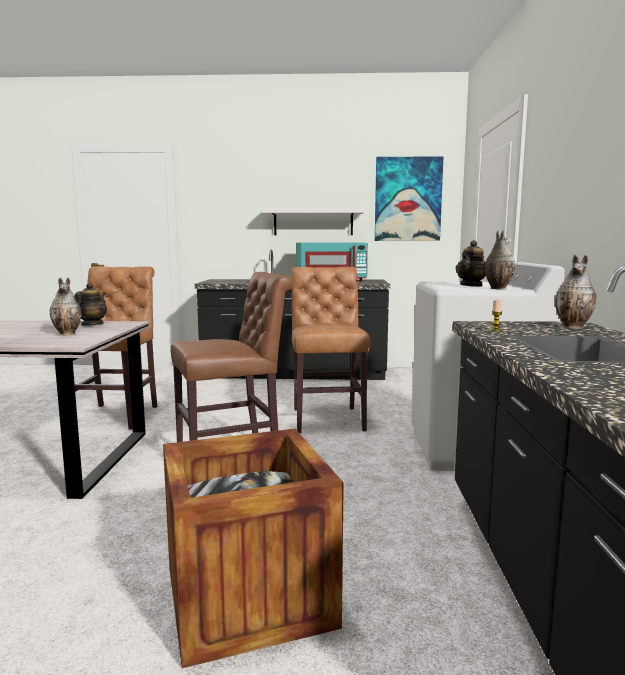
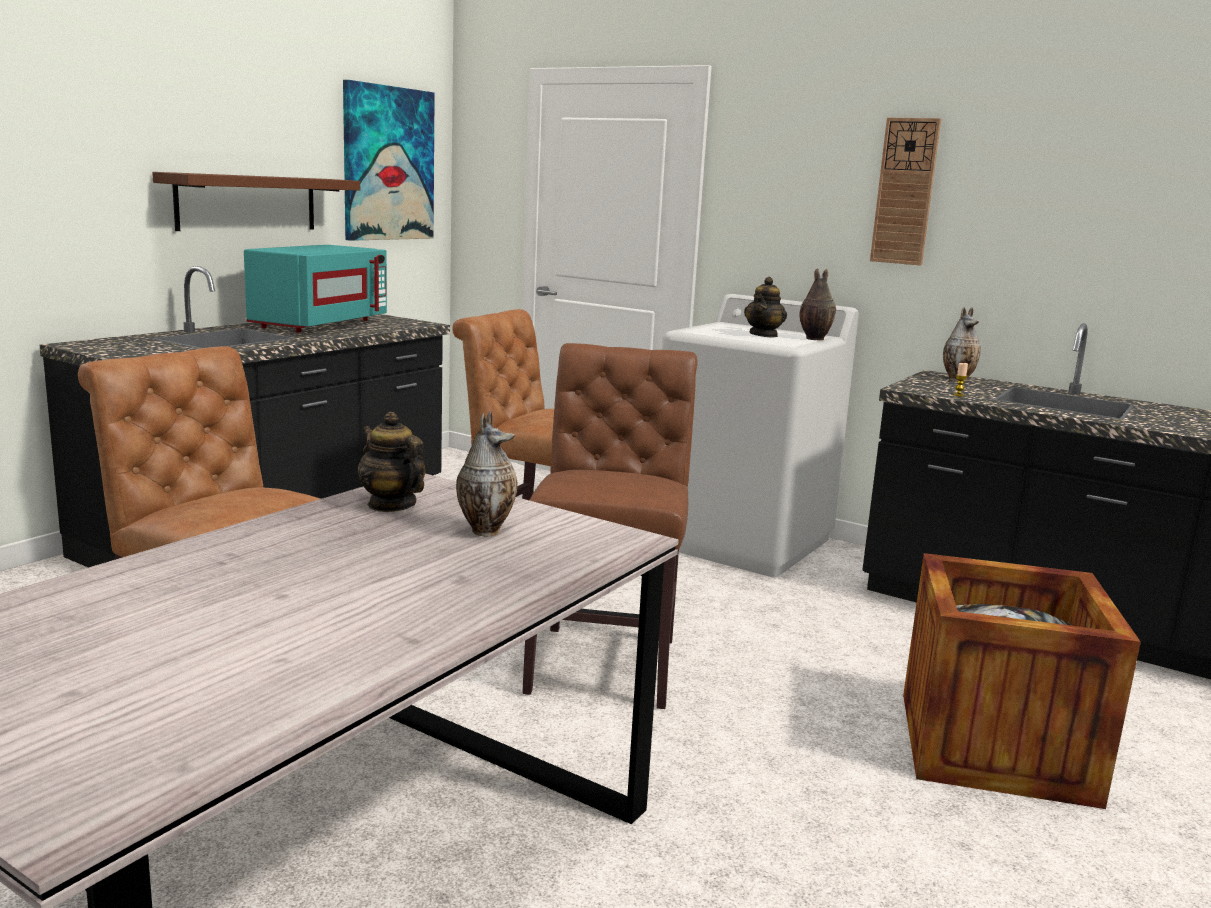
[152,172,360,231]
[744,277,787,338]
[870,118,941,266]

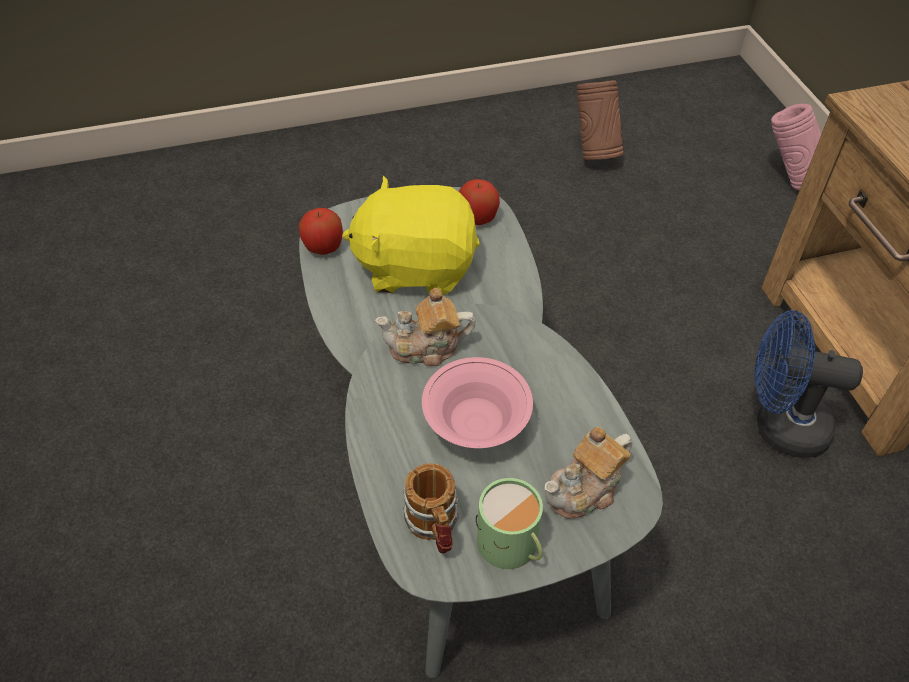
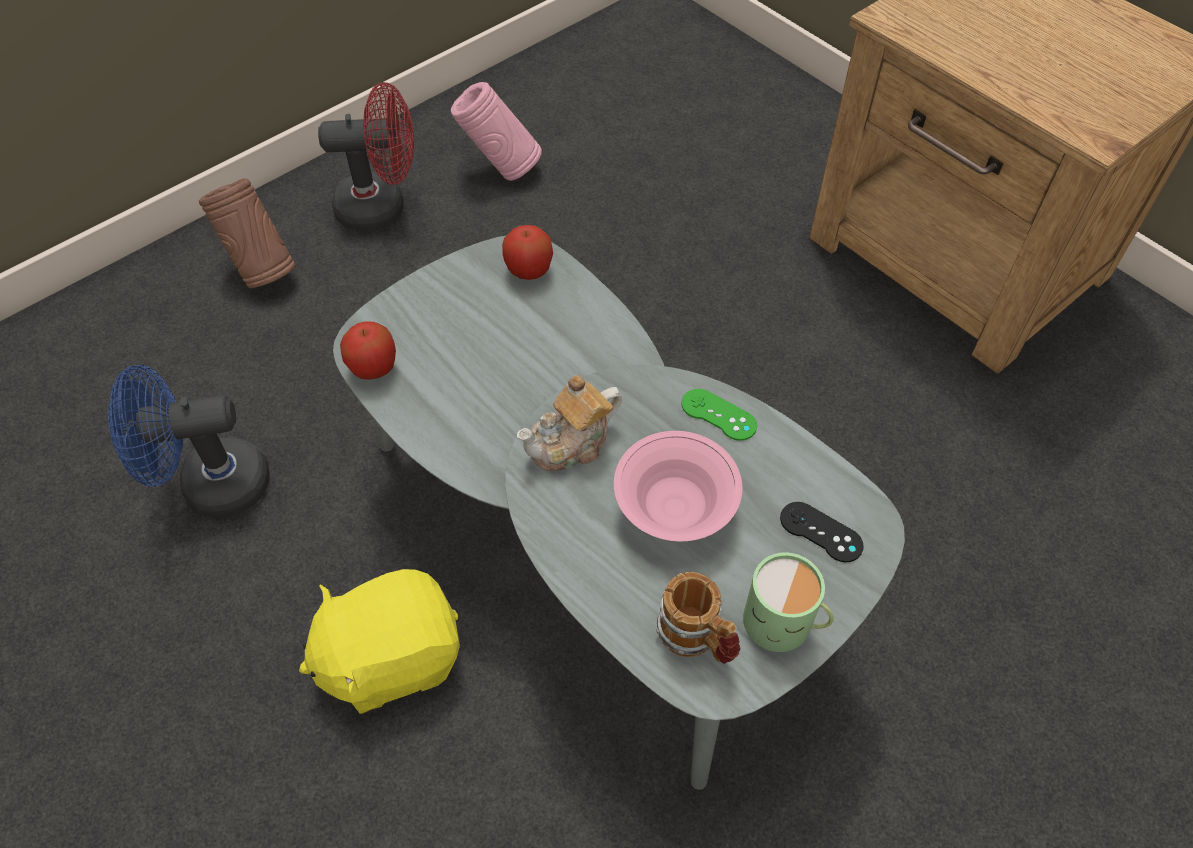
[108,365,270,517]
[199,178,295,289]
[299,569,460,714]
[318,82,414,231]
[451,82,542,181]
[681,389,757,441]
[780,502,864,562]

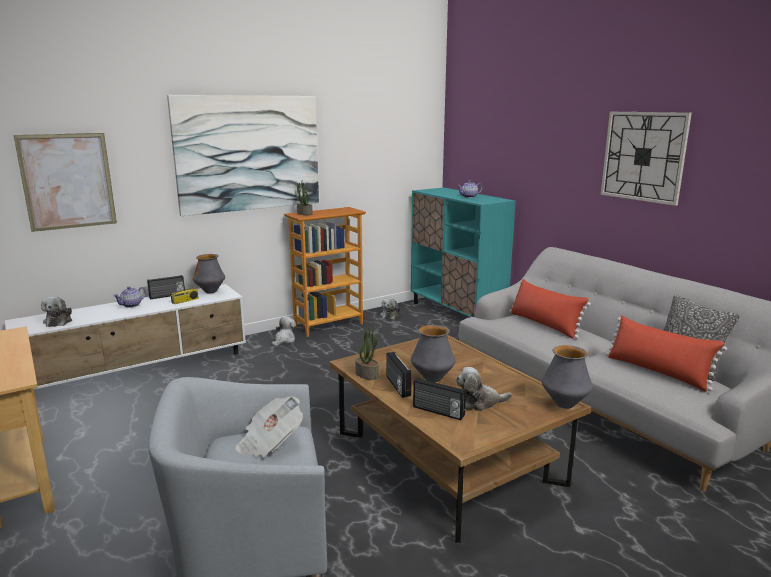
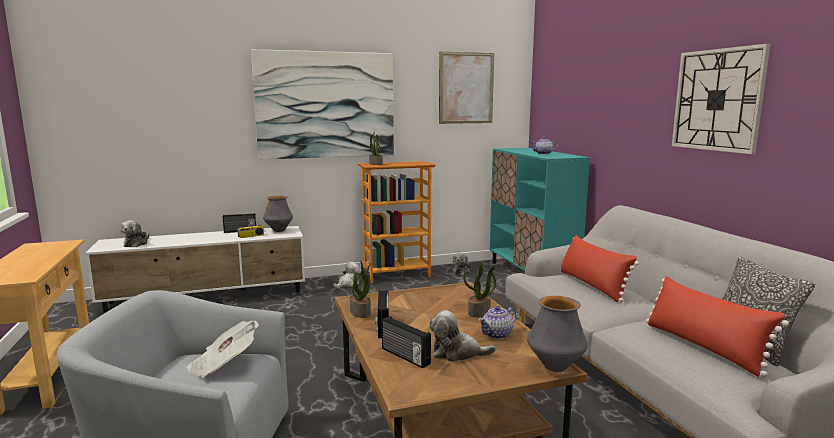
[439,52,494,124]
[463,261,496,317]
[478,306,516,339]
[411,325,456,382] (first image)

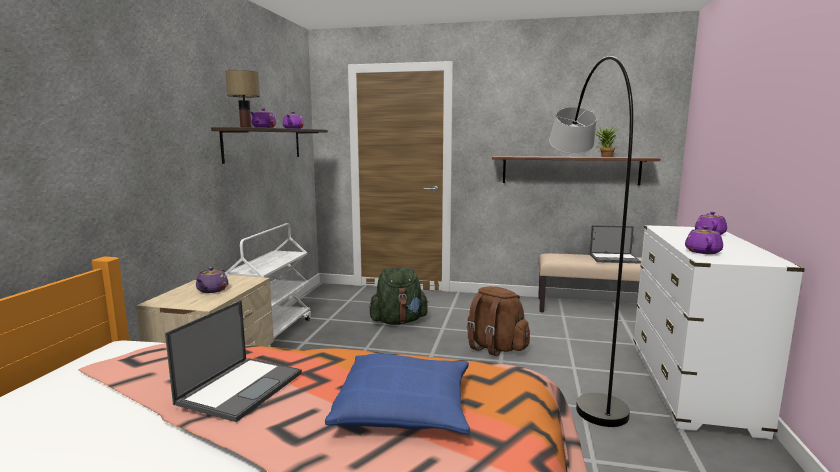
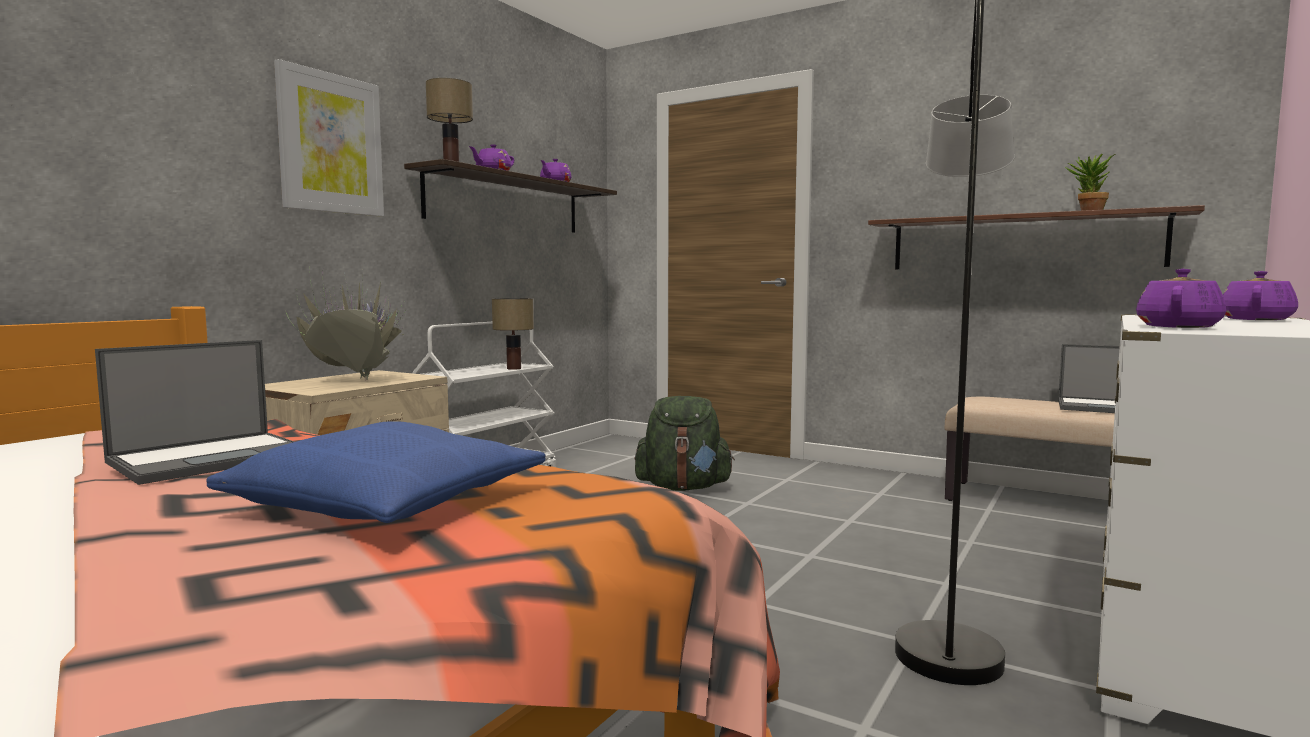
[274,59,384,216]
[286,263,406,379]
[492,298,534,370]
[467,286,530,356] (first image)

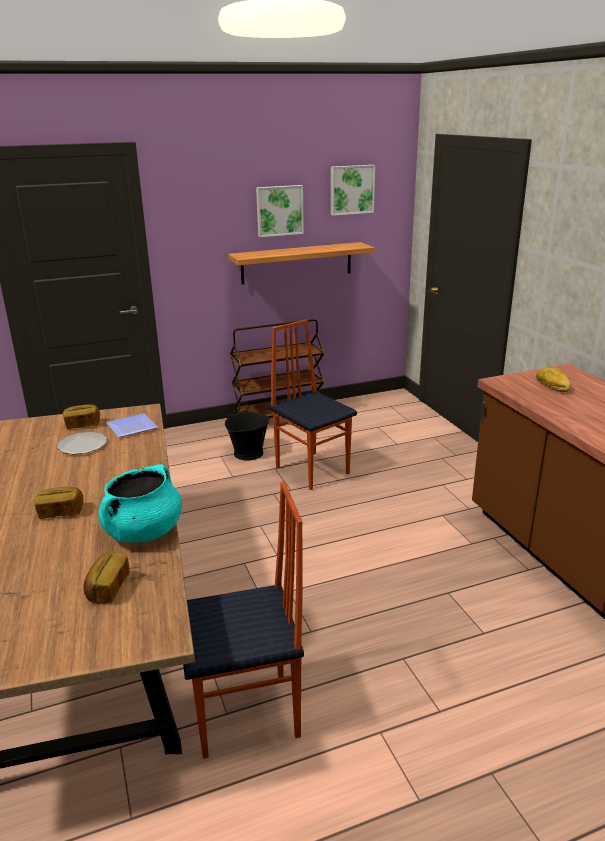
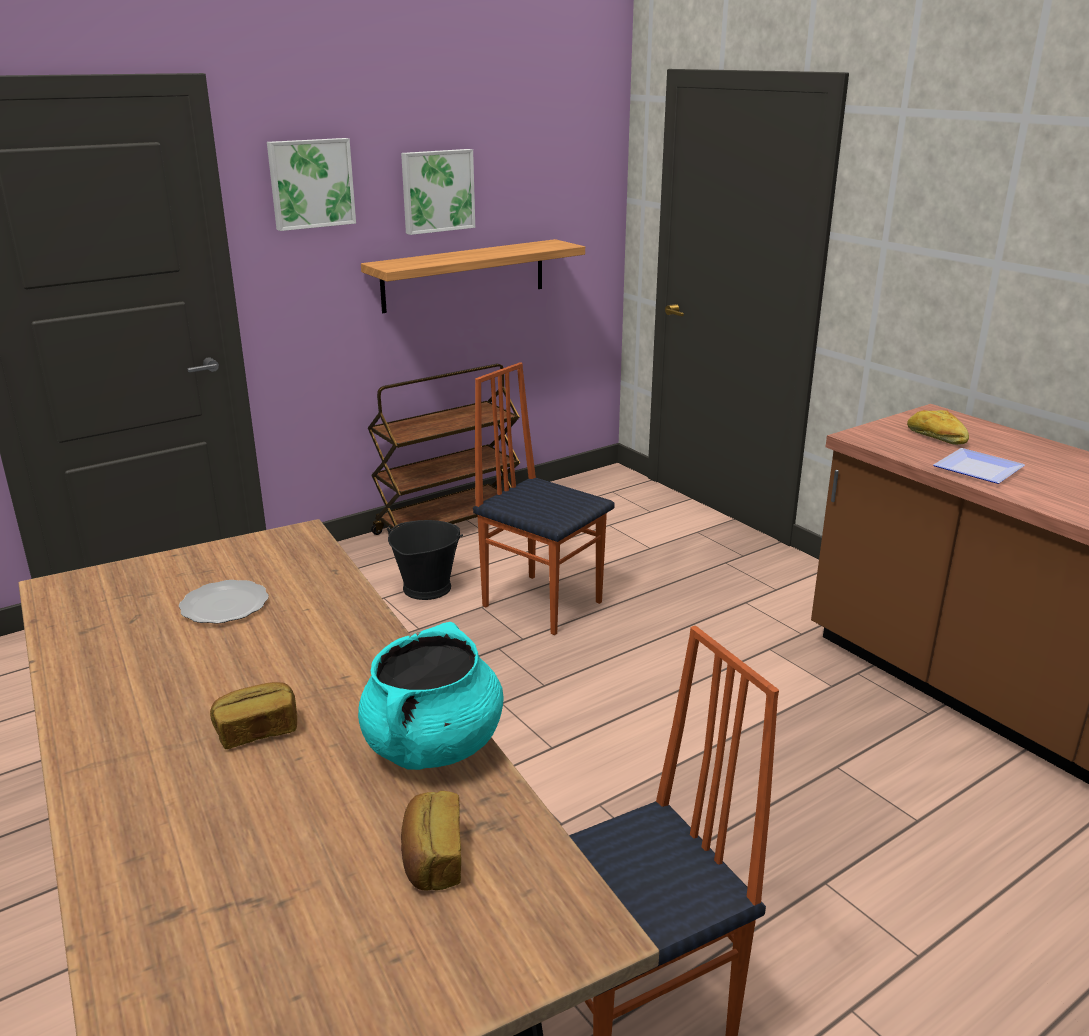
[267,138,356,231]
[934,448,1025,484]
[63,404,100,429] (first image)

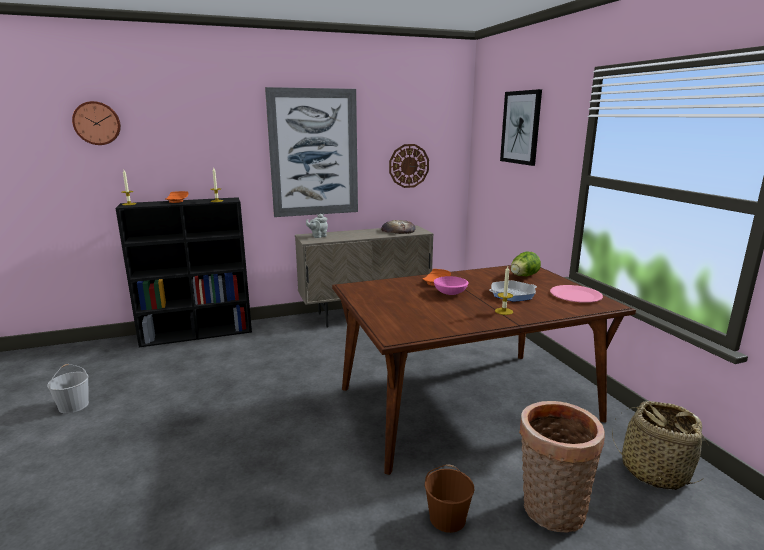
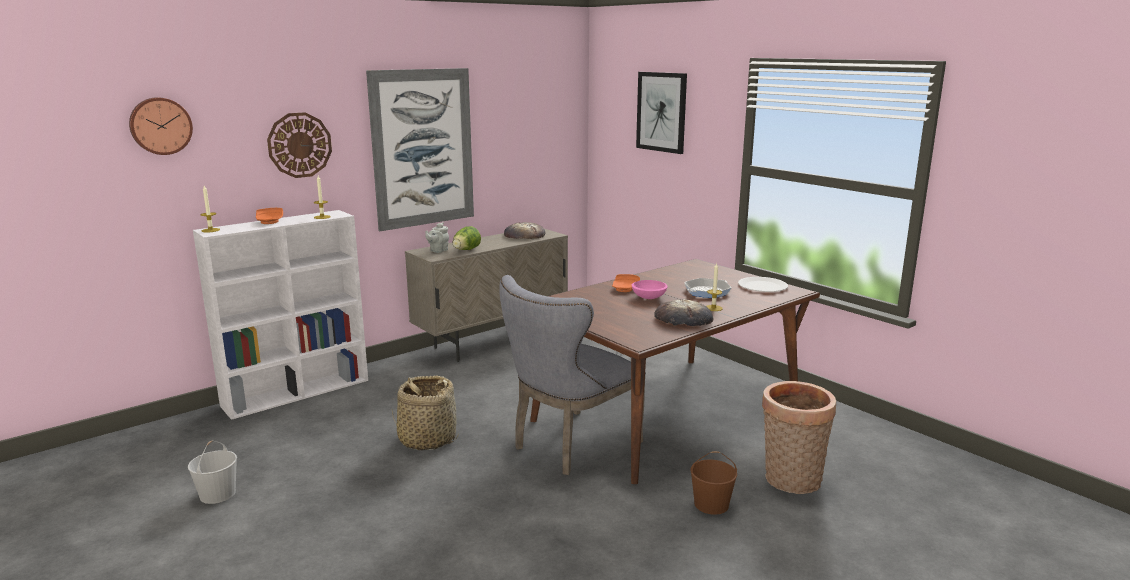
[193,210,368,420]
[267,112,332,178]
[392,376,459,450]
[452,226,481,250]
[499,275,646,475]
[654,299,713,326]
[738,277,788,292]

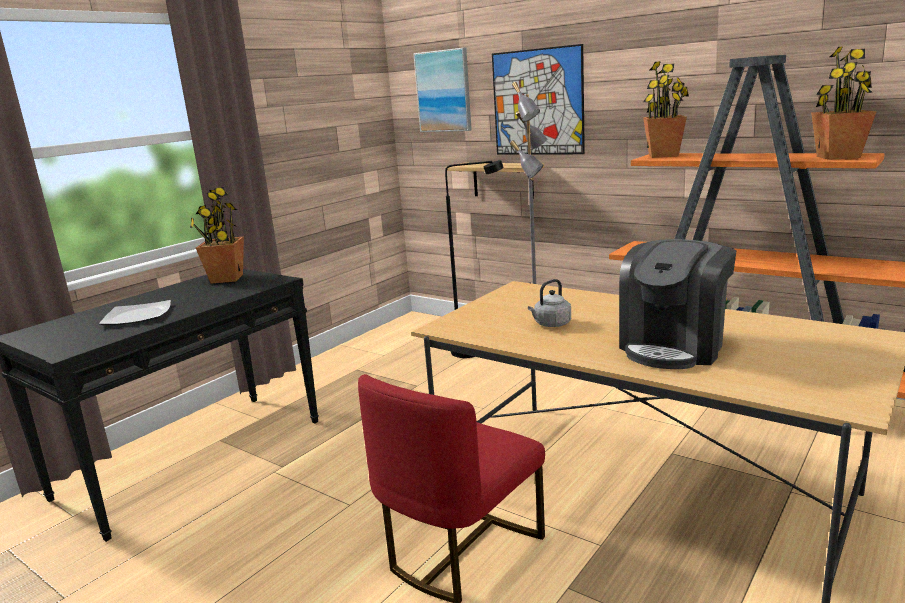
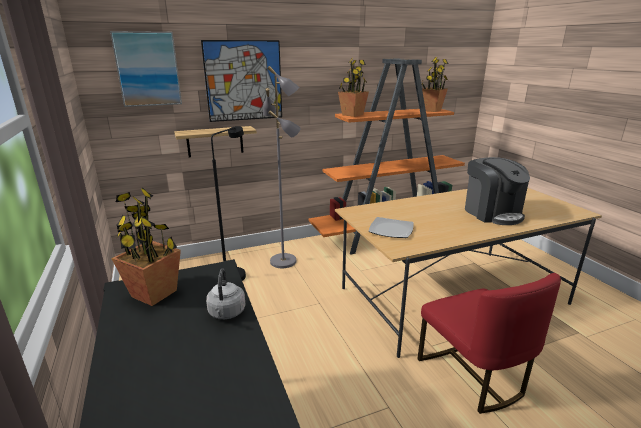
[206,268,246,319]
[368,217,413,238]

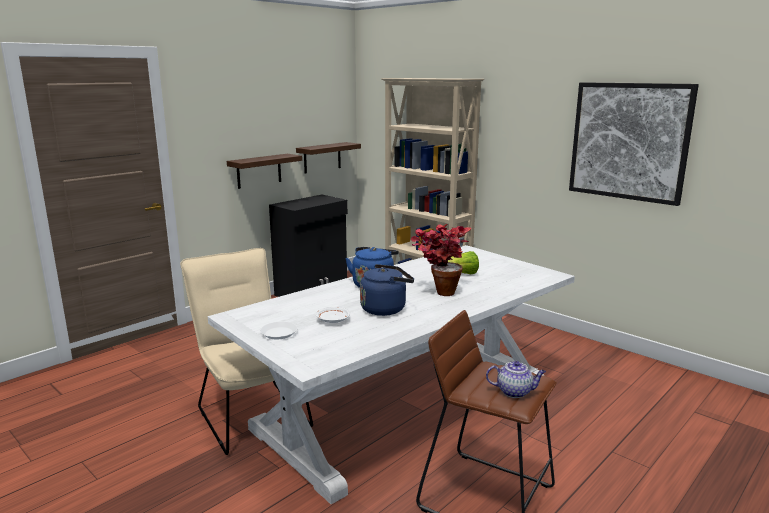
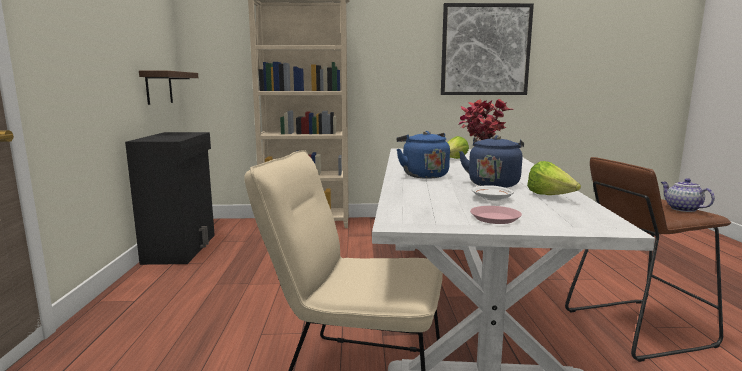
[470,206,522,224]
[527,161,581,195]
[661,178,715,212]
[227,154,302,189] (first image)

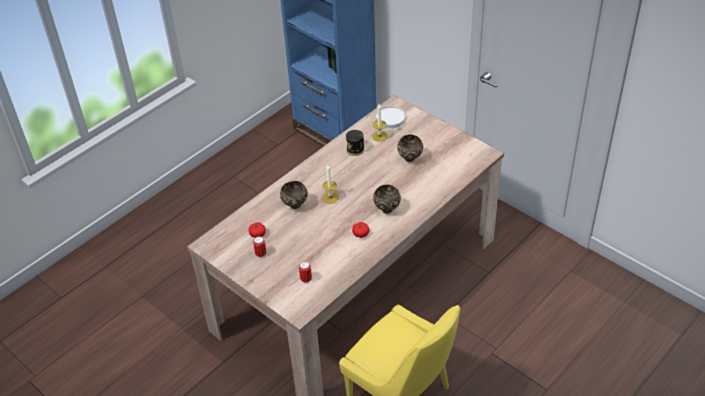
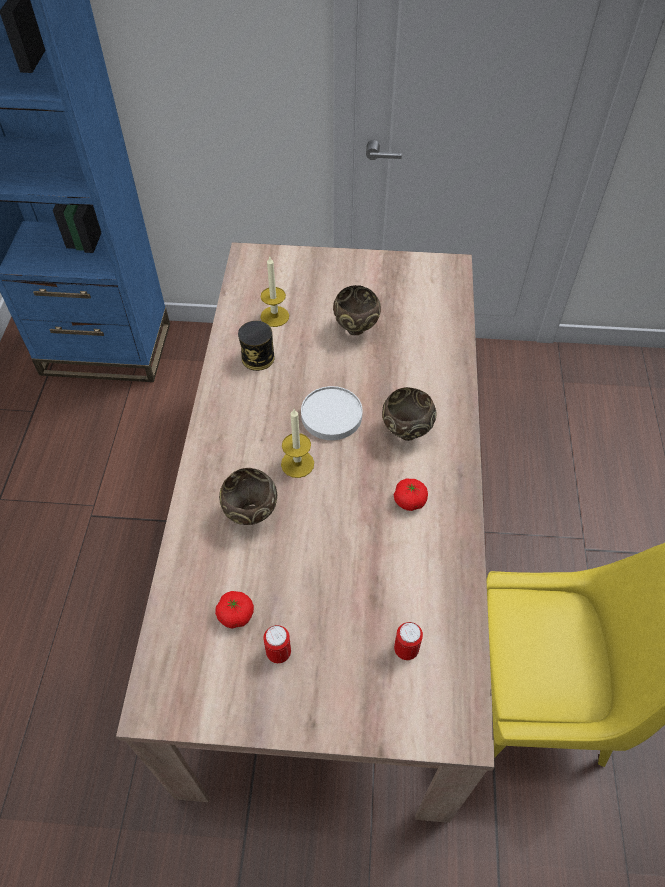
[301,386,363,440]

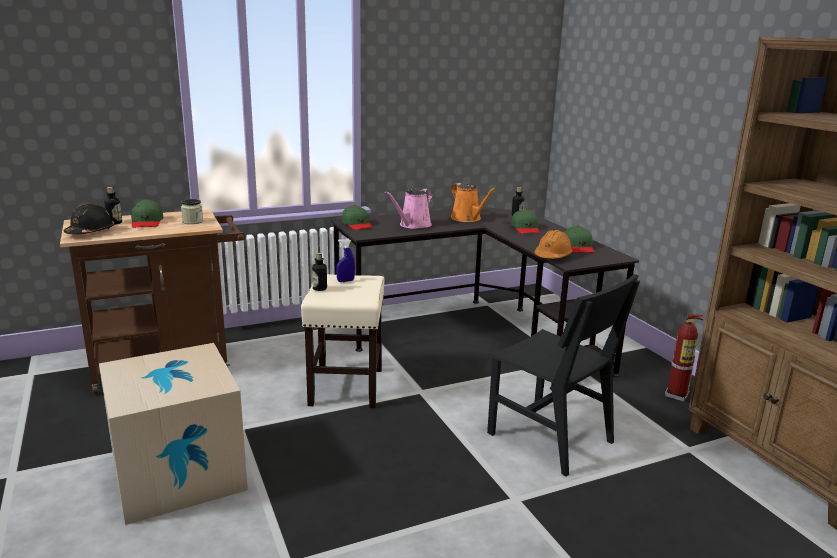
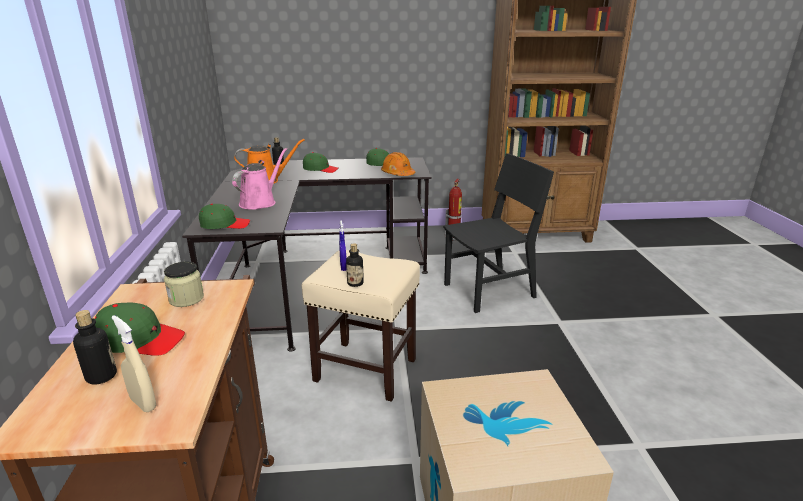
[112,315,156,412]
[232,148,287,210]

